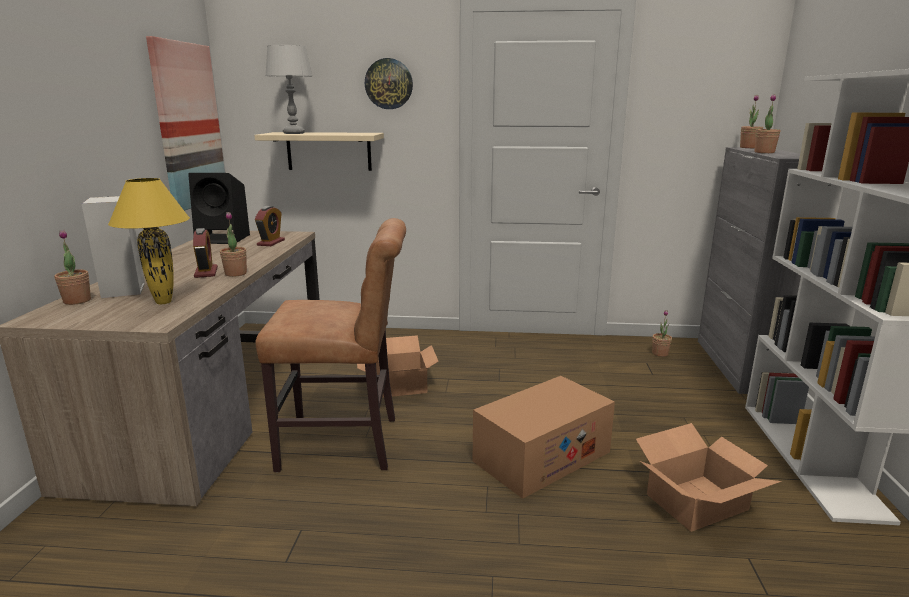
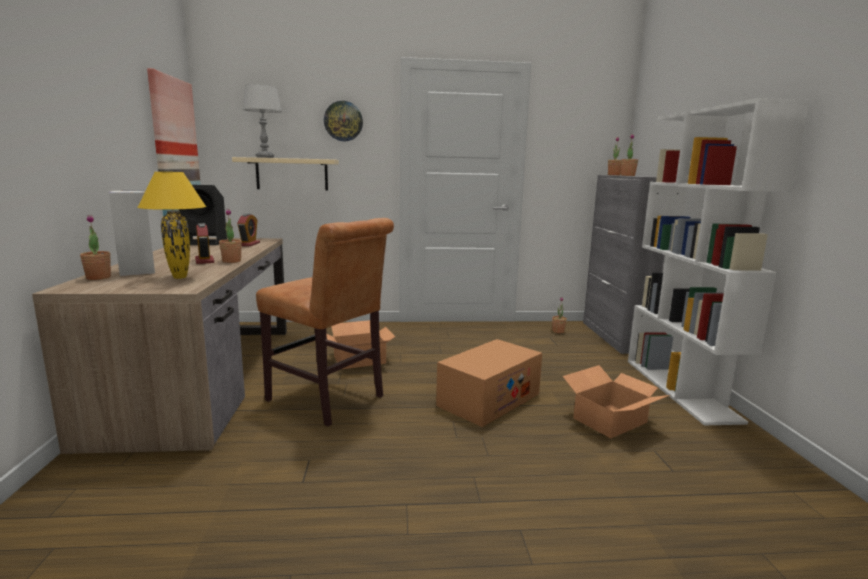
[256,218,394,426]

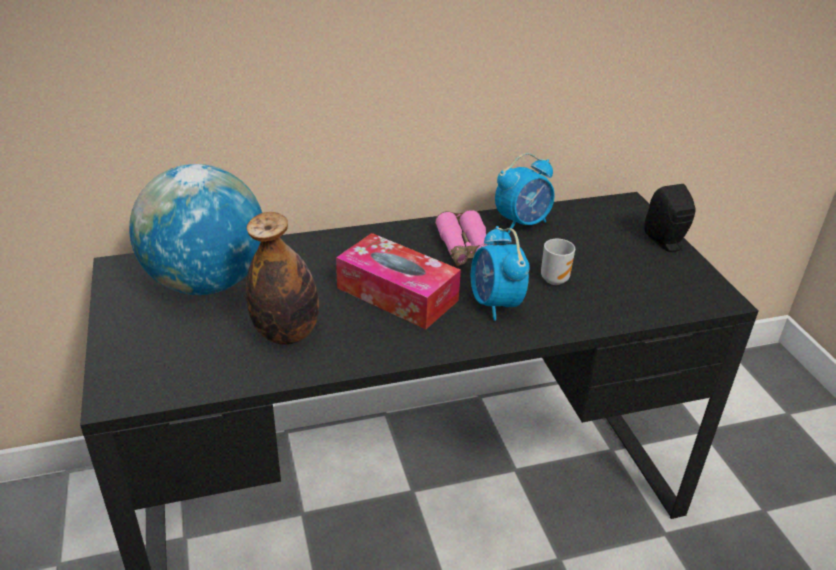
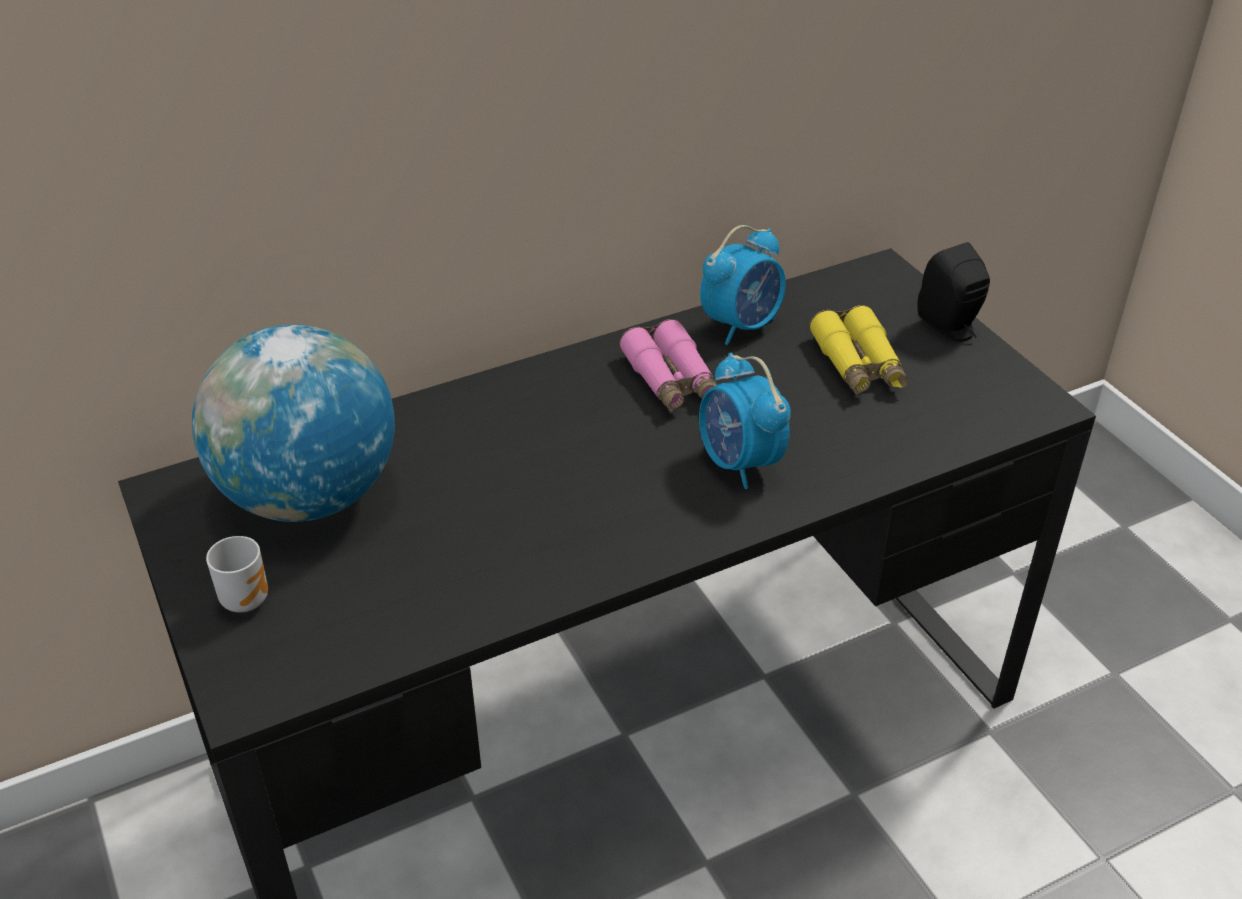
[206,536,268,612]
[809,305,908,395]
[245,212,319,345] (first image)
[336,233,461,329] (first image)

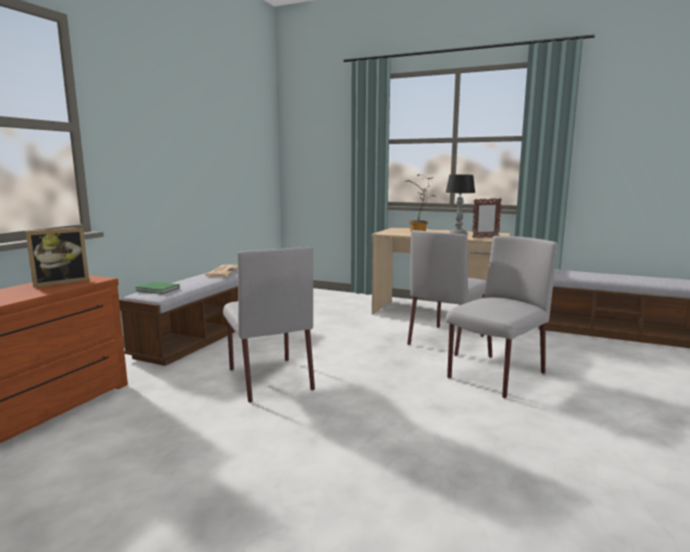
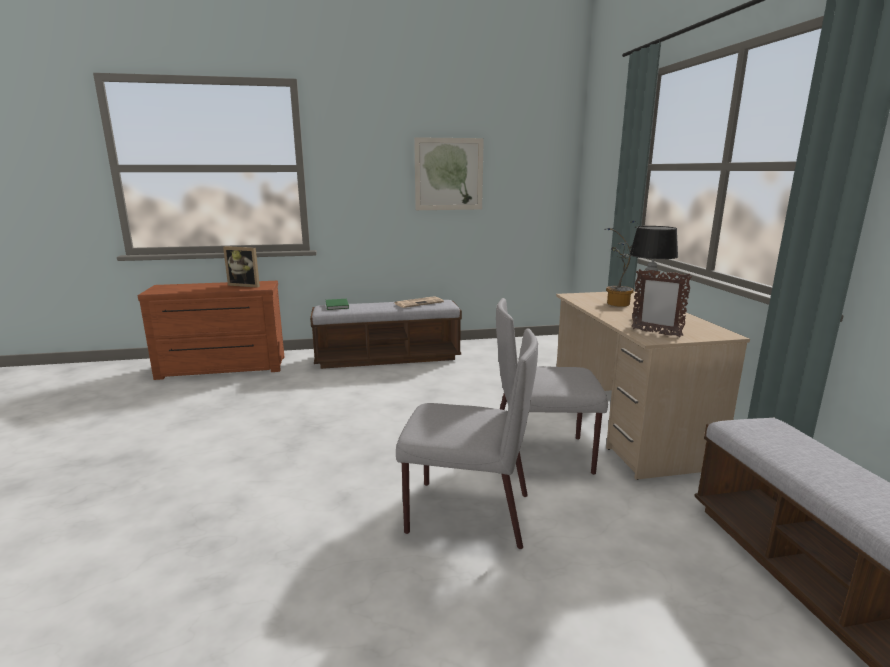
[414,137,484,210]
[223,247,315,403] (first image)

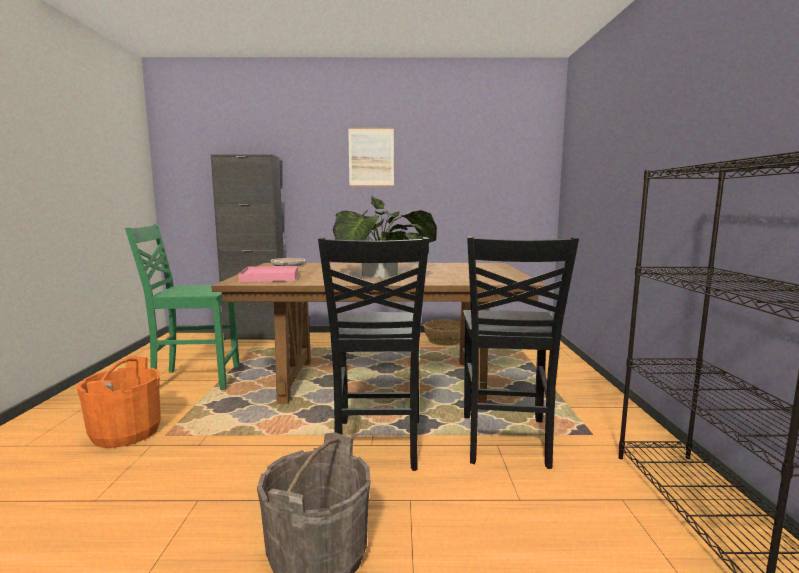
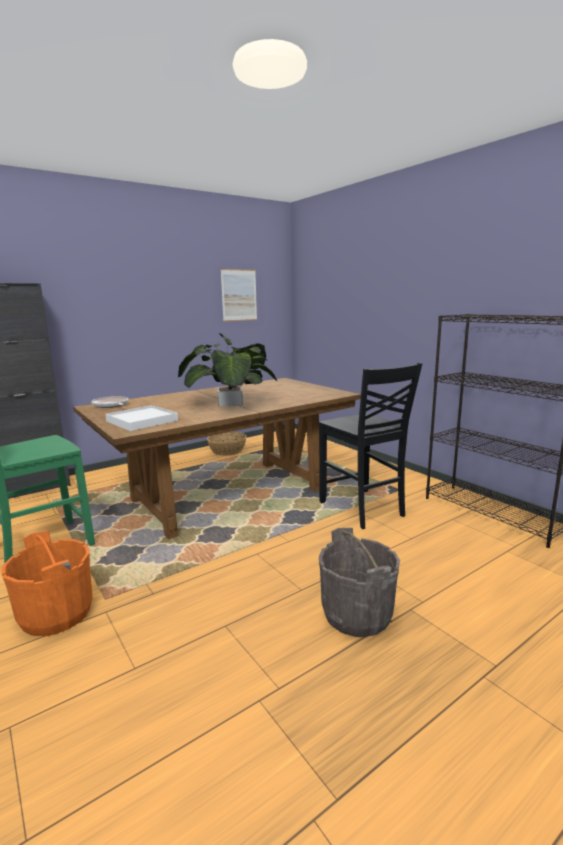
[105,405,178,431]
[221,269,257,321]
[318,237,429,471] (first image)

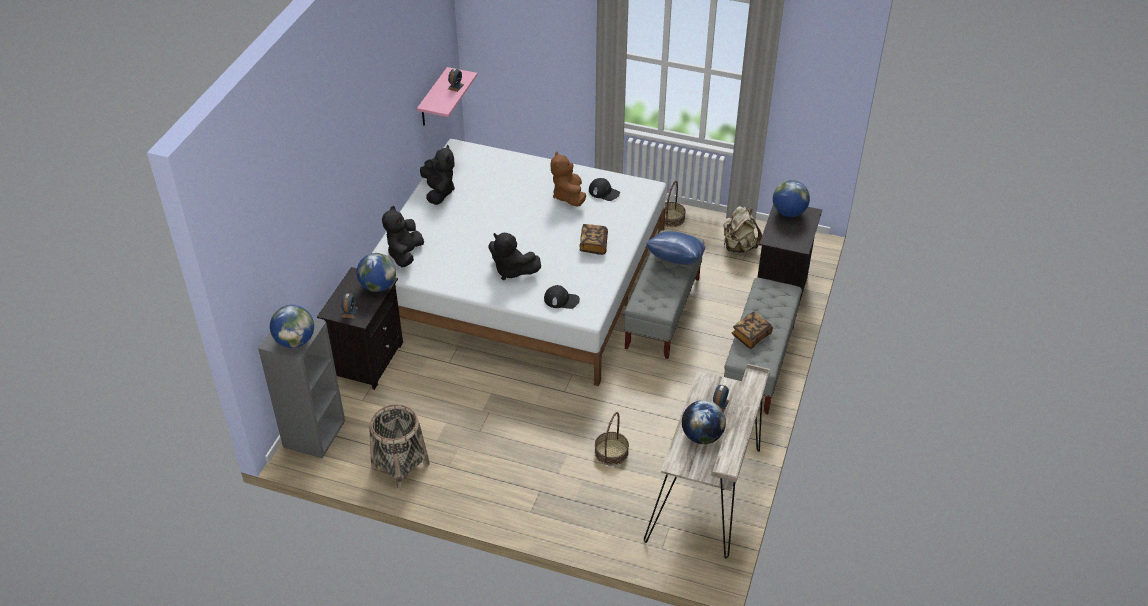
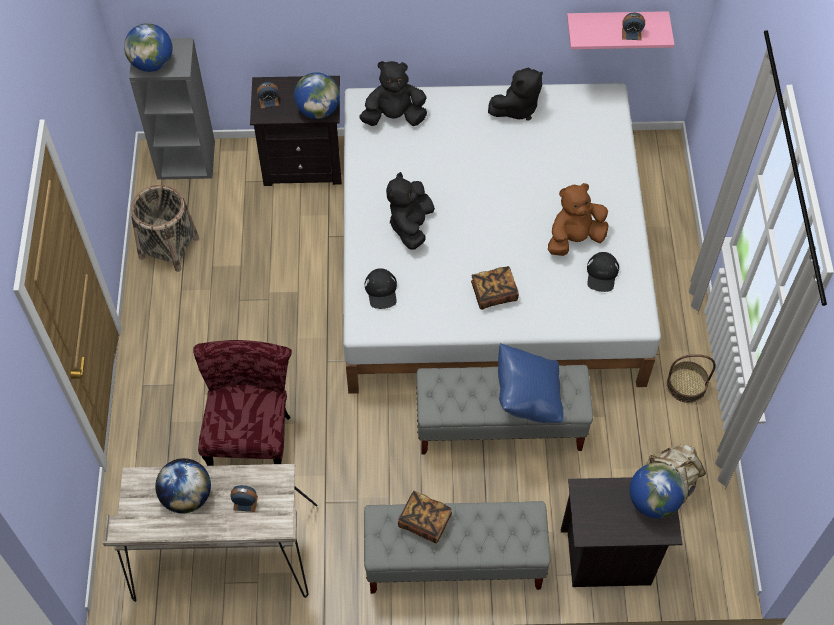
[193,340,292,466]

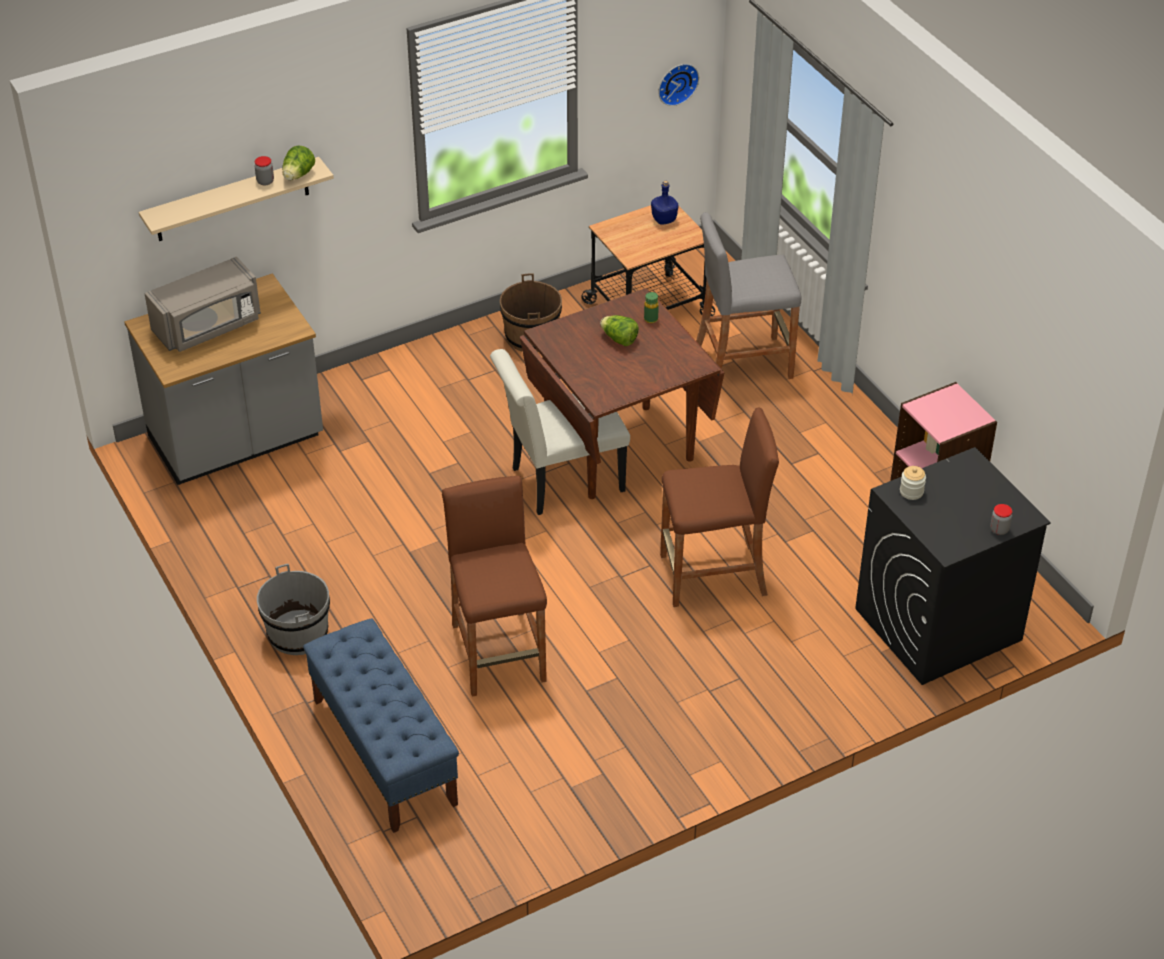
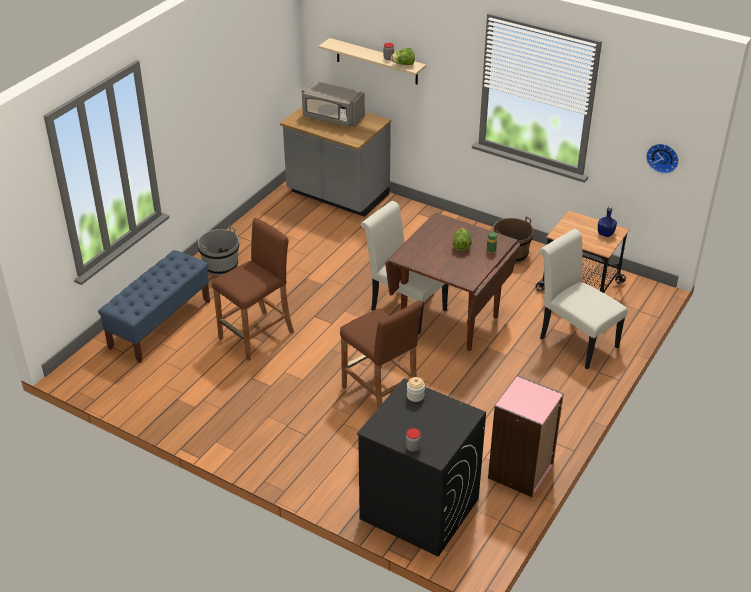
[540,229,628,369]

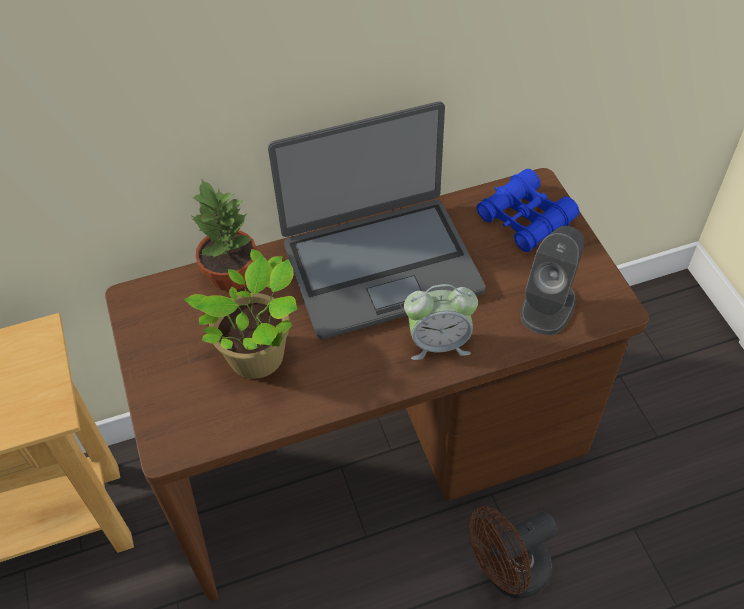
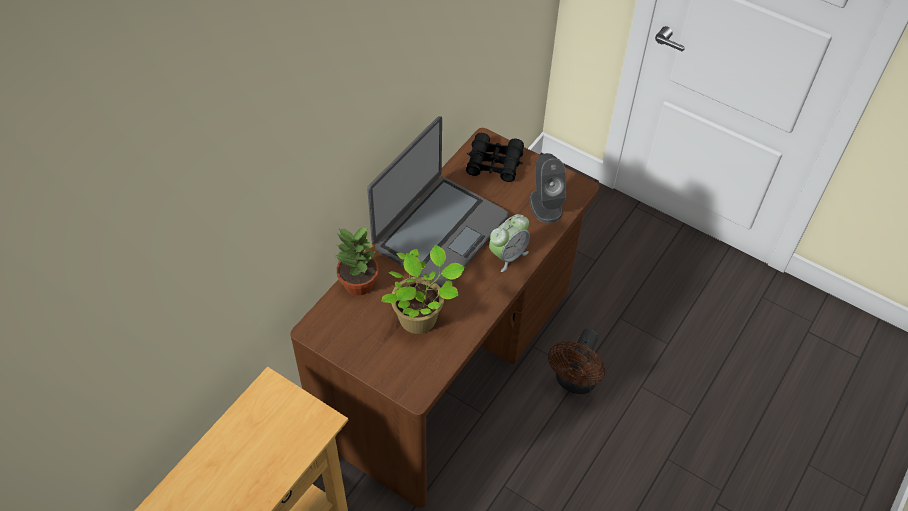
[466,133,524,182]

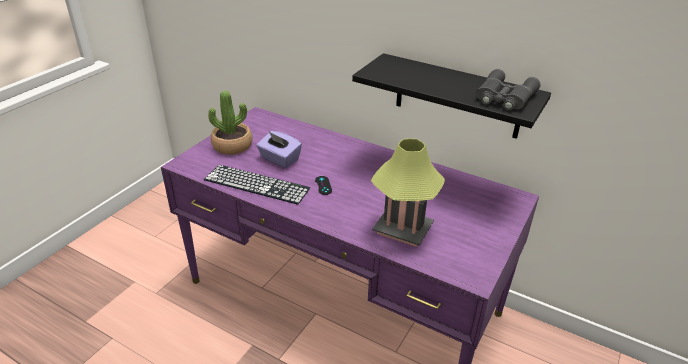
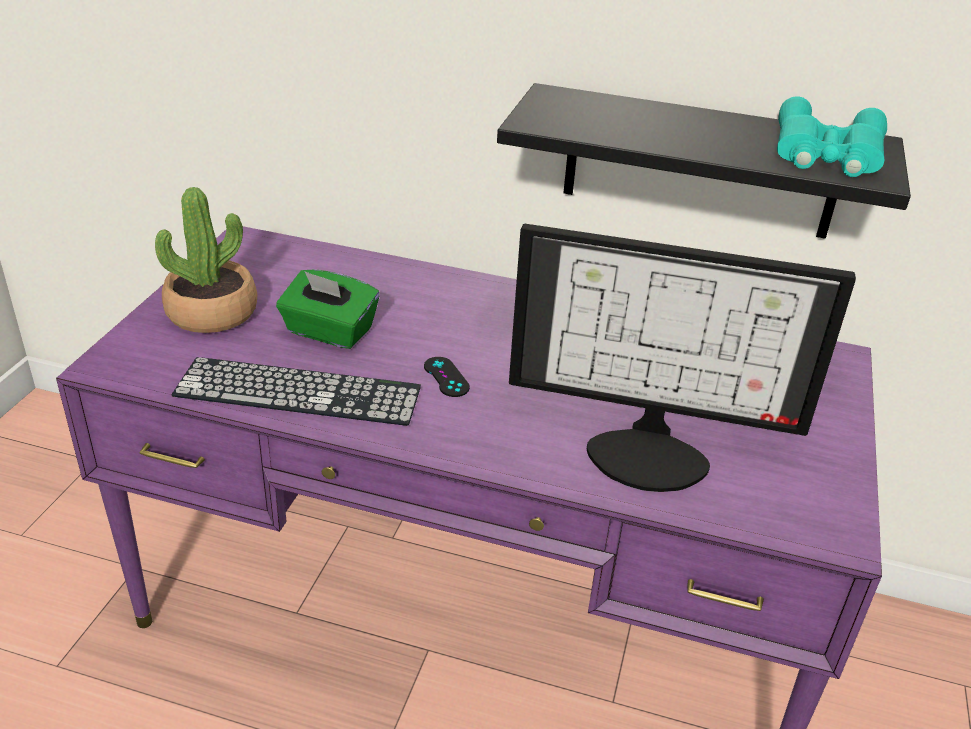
[276,269,380,349]
[509,224,856,492]
[777,96,887,177]

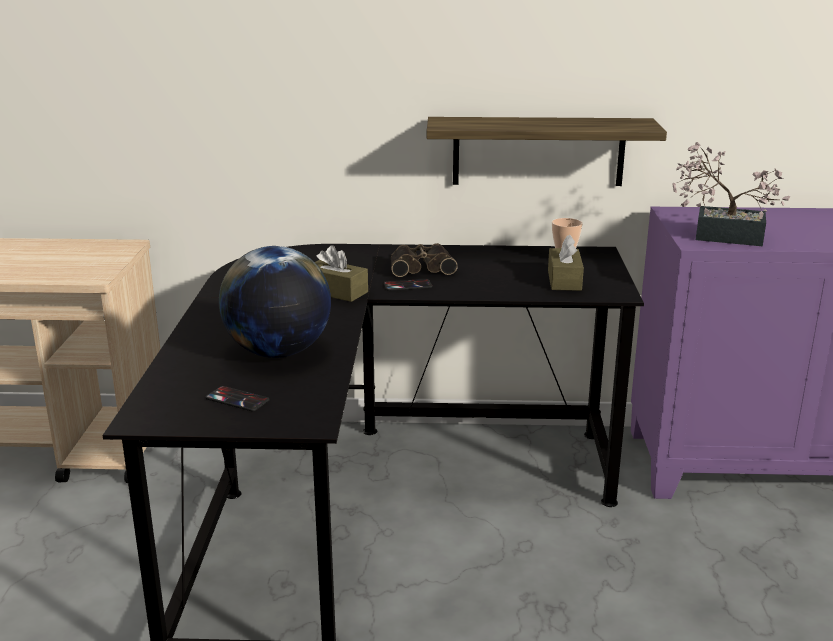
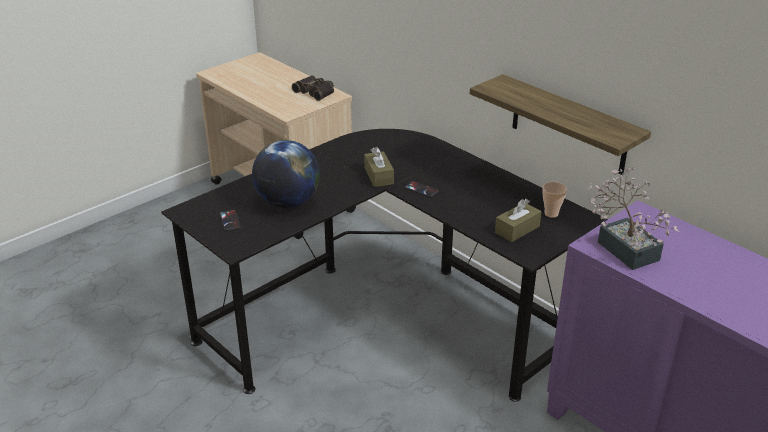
[292,75,334,101]

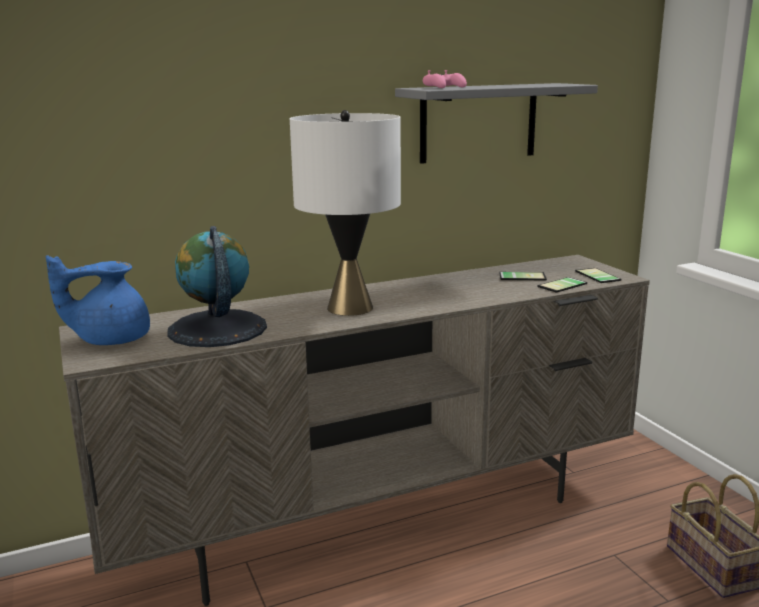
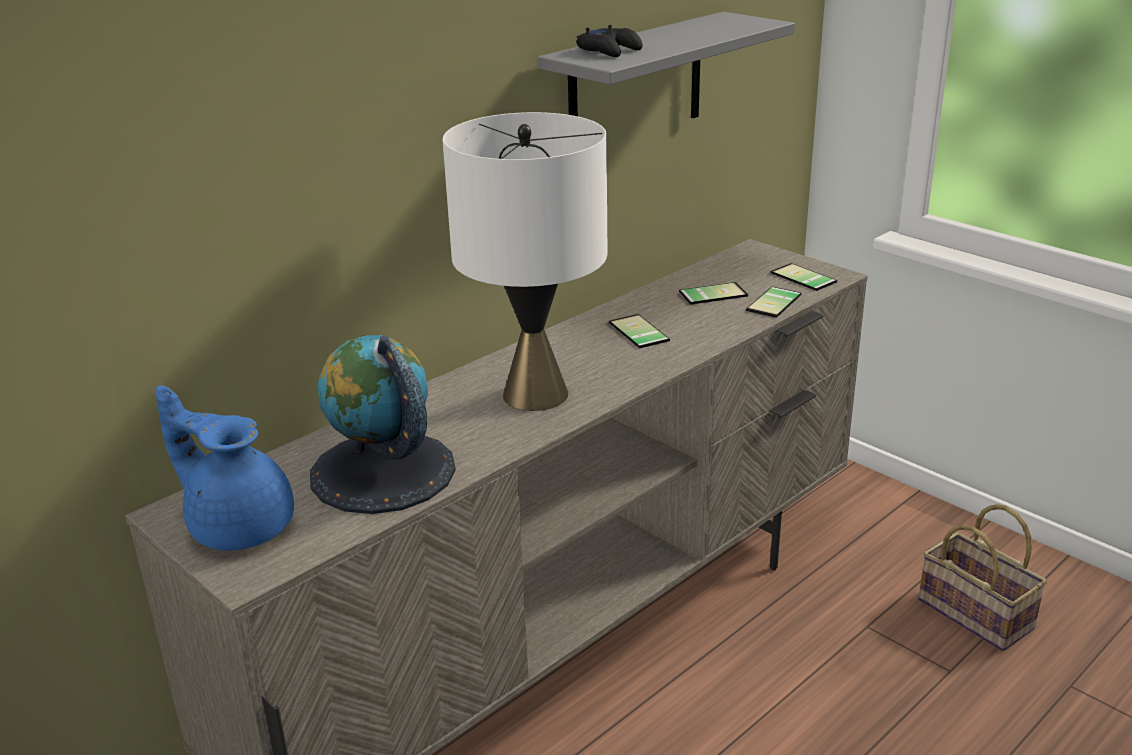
[155,385,294,551]
[576,25,643,57]
[609,314,670,348]

